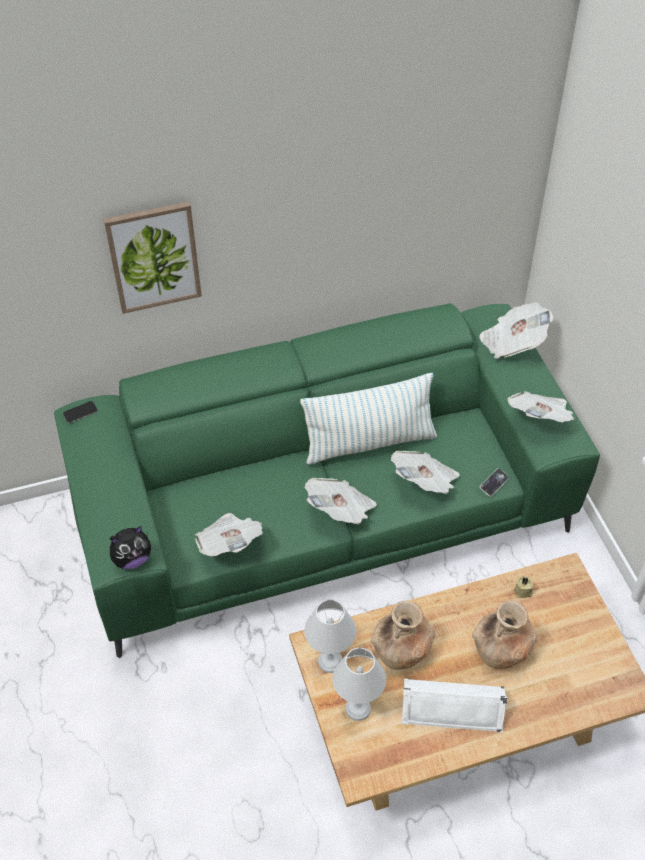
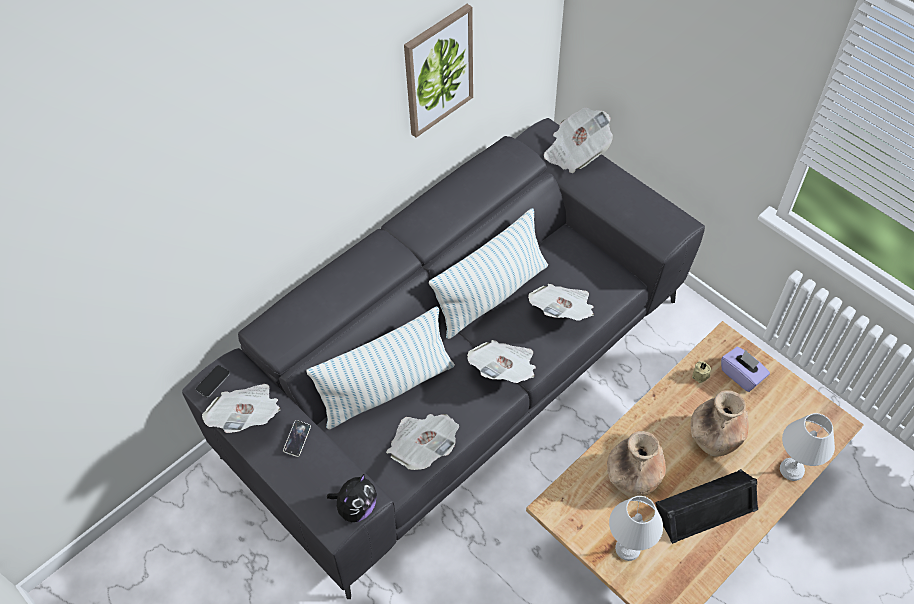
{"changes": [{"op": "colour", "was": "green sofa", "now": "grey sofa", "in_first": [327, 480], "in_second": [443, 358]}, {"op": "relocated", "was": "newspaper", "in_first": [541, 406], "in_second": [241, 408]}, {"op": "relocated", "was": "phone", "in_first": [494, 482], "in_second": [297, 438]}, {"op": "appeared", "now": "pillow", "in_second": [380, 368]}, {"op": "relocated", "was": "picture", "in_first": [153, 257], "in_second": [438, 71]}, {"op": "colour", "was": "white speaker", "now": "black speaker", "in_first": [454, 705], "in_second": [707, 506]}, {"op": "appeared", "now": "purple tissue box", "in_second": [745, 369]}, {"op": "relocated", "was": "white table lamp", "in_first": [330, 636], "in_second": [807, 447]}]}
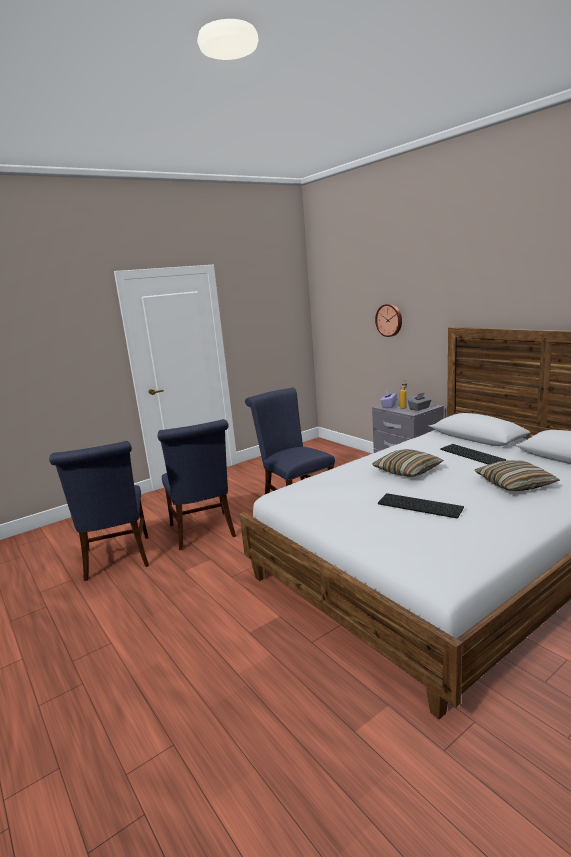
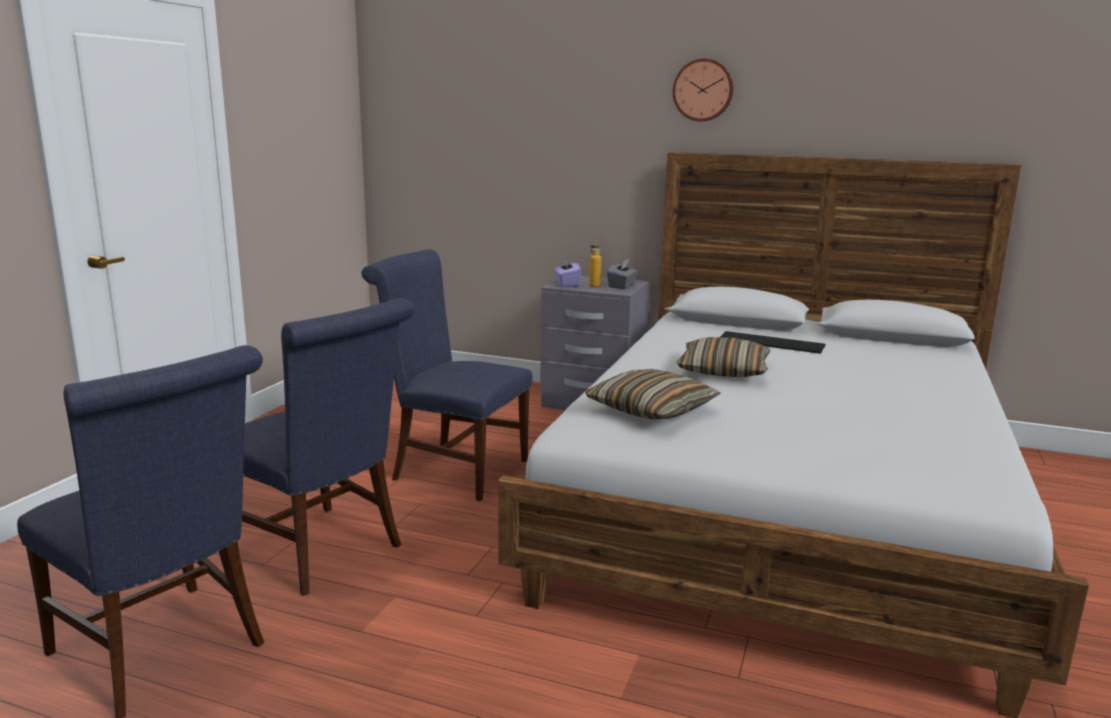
{"changes": [{"op": "relocated", "was": "pillow", "in_first": [517, 475], "in_second": [653, 394]}, {"op": "relocated", "was": "wall clock", "in_first": [388, 320], "in_second": [703, 89]}, {"op": "missing", "was": "keyboard", "in_first": [421, 505]}]}
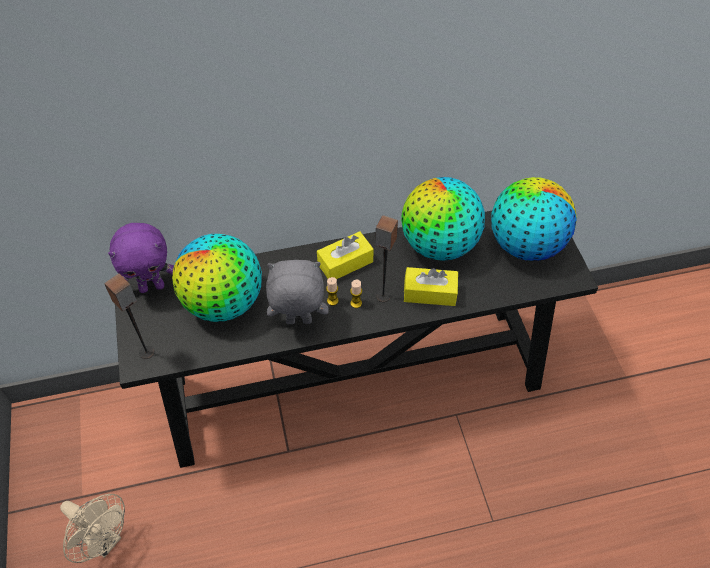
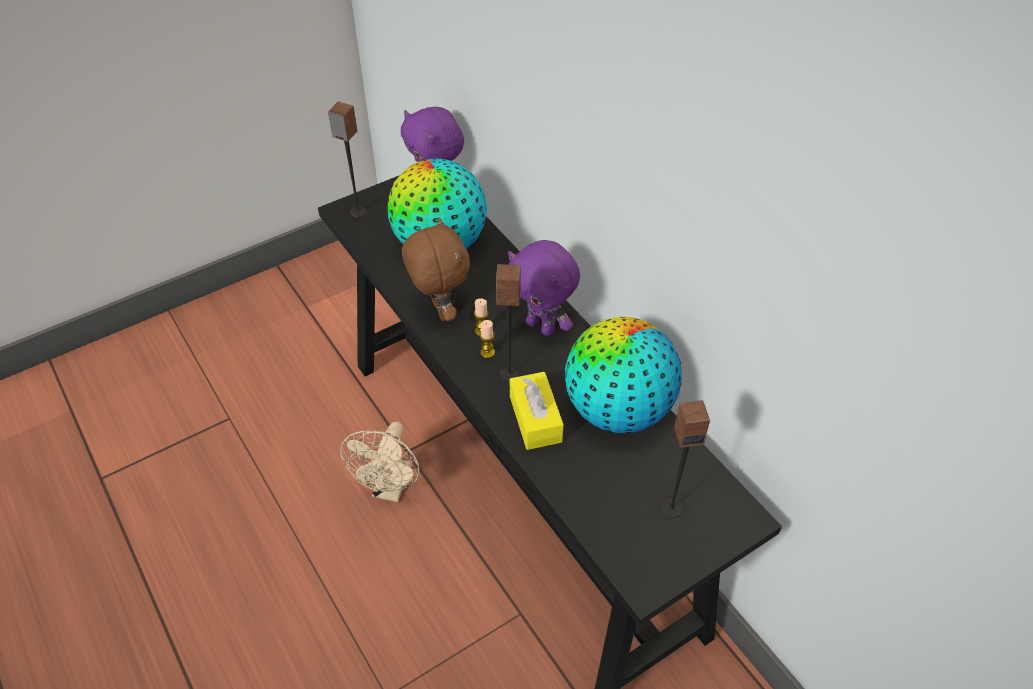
{"changes": [{"op": "relocated", "was": "beige fan", "in_first": [92, 528], "in_second": [380, 462]}, {"op": "colour", "was": "grey plush toy", "now": "brown plush toy", "in_first": [297, 292], "in_second": [436, 269]}, {"op": "exchanged", "was": "yellow tissue box", "now": "purple plush toy", "in_first": [345, 255], "in_second": [544, 288]}, {"op": "exchanged", "was": "globe", "now": "speaker", "in_first": [534, 219], "in_second": [685, 459]}]}
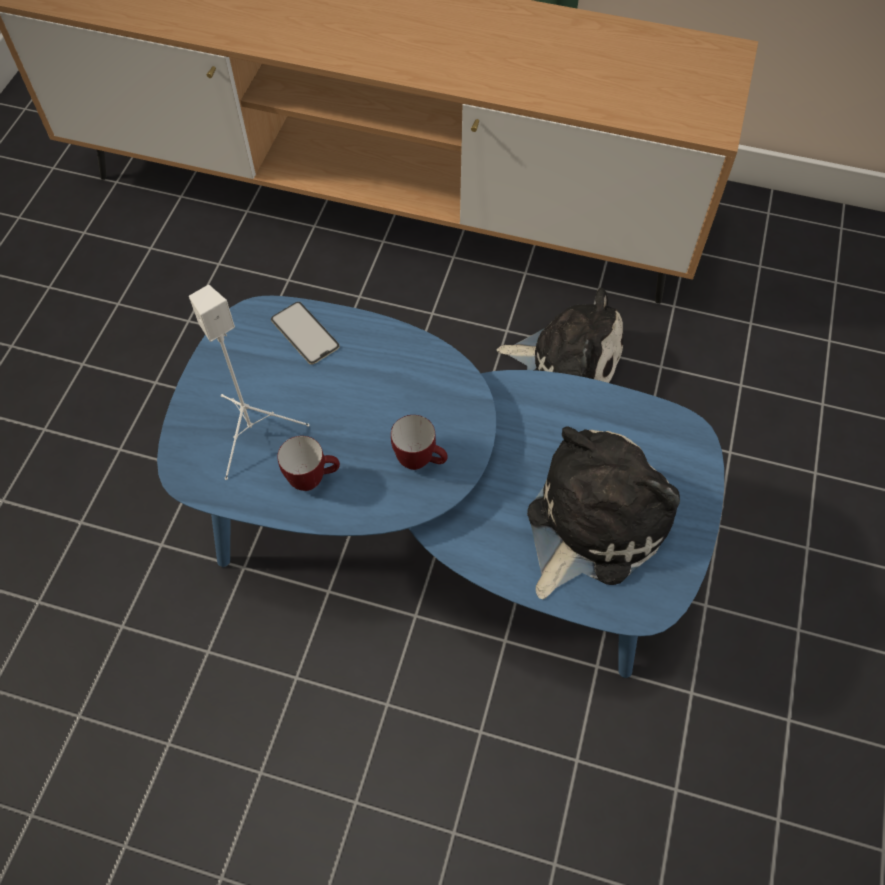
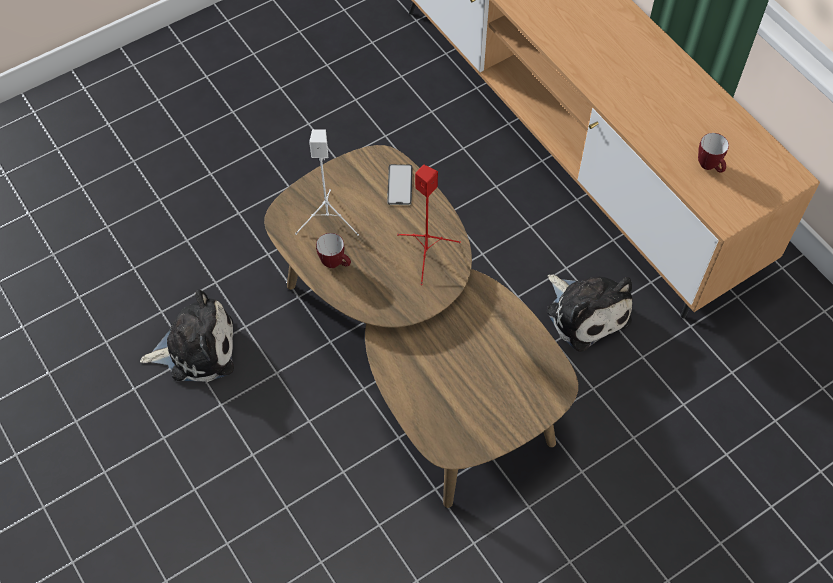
{"changes": [{"op": "relocated", "was": "plush toy", "in_first": [603, 513], "in_second": [187, 335]}, {"op": "colour", "was": "blue coffee table", "now": "brown coffee table", "in_first": [440, 487], "in_second": [421, 326]}, {"op": "appeared", "now": "red speaker", "in_second": [429, 225]}, {"op": "relocated", "was": "mug", "in_first": [419, 442], "in_second": [713, 153]}]}
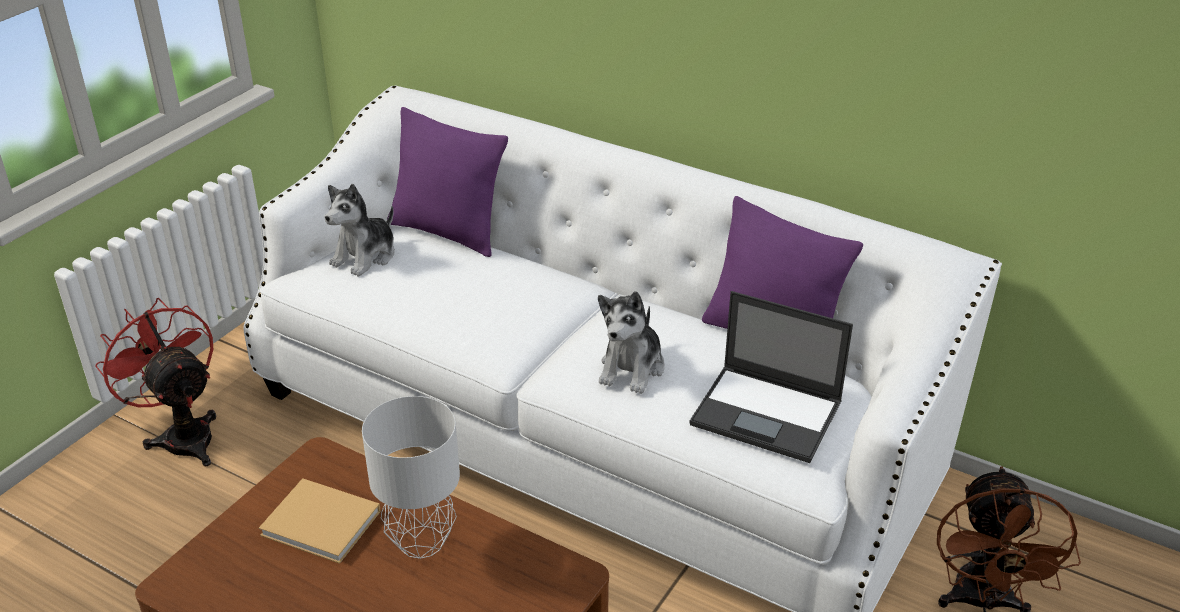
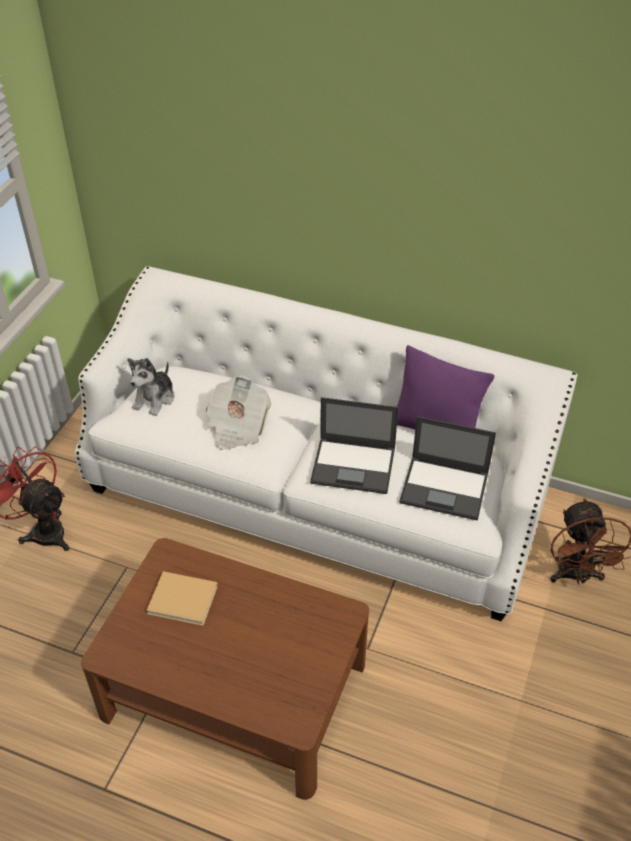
{"changes": [{"op": "appeared", "now": "newspaper", "in_second": [238, 412]}, {"op": "exchanged", "was": "plush toy", "now": "laptop", "in_first": [631, 342], "in_second": [354, 445]}, {"op": "missing", "was": "grey table lamp", "in_first": [411, 477]}, {"op": "missing", "was": "purple pillow", "in_first": [447, 182]}]}
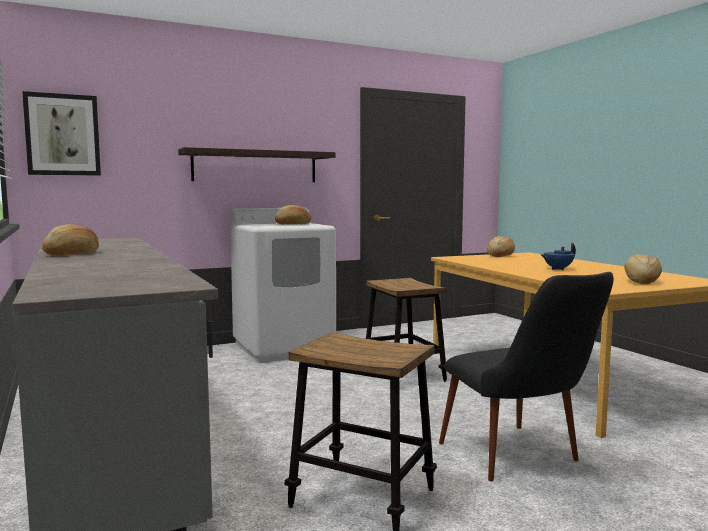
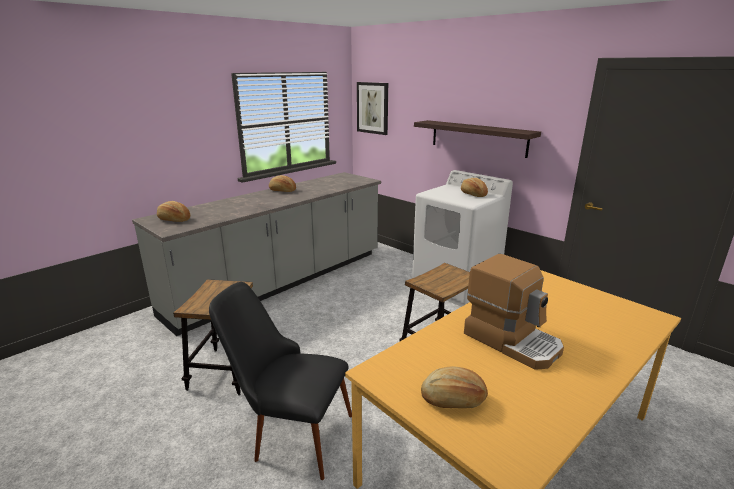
{"changes": [{"op": "relocated", "was": "bread", "in_first": [501, 246], "in_second": [173, 211]}, {"op": "spun", "was": "black chair", "in_first": [526, 377], "in_second": [280, 381], "clockwise": 60}, {"op": "exchanged", "was": "blue teapot", "now": "coffee machine", "in_first": [558, 256], "in_second": [514, 312]}]}
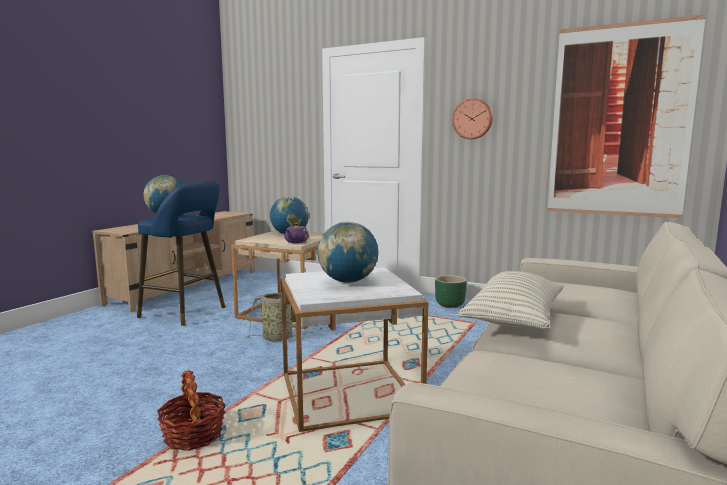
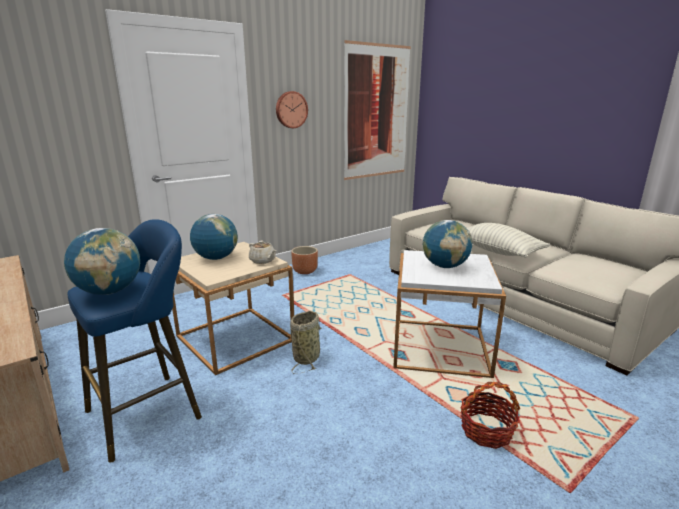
{"changes": [{"op": "colour", "was": "purple teapot", "now": "beige teapot", "in_first": [296, 233], "in_second": [262, 252]}, {"op": "colour", "was": "green planter", "now": "brown planter", "in_first": [451, 291], "in_second": [304, 260]}]}
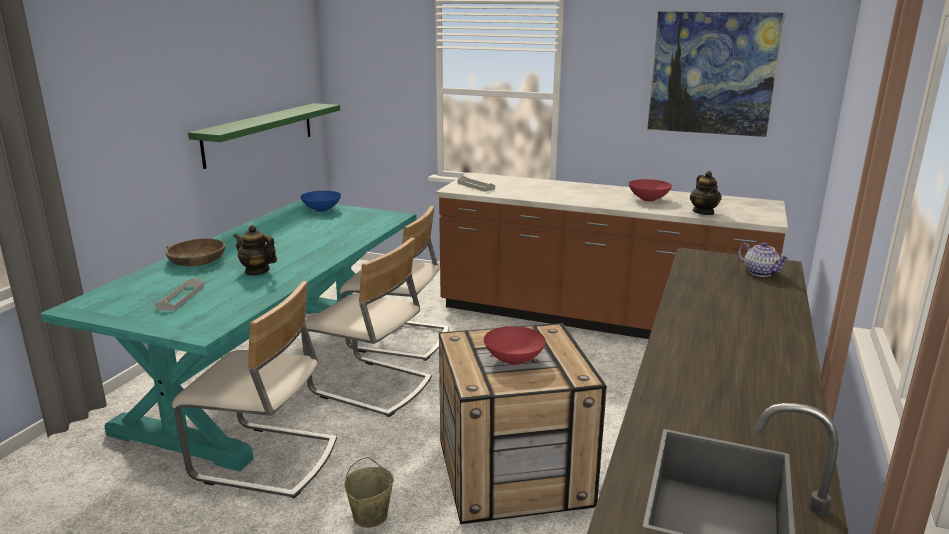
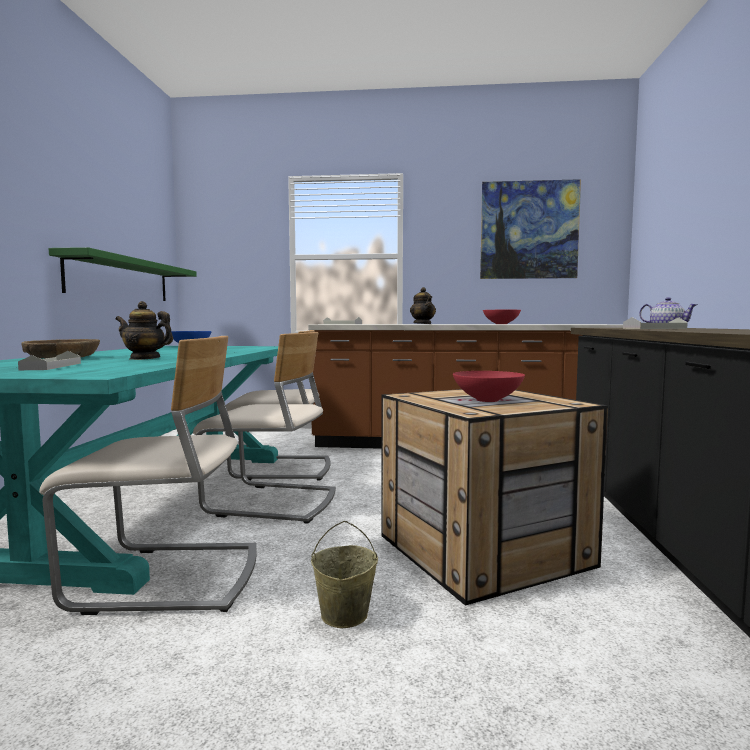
{"changes": [{"op": "relocated", "was": "teapot", "in_first": [706, 193], "in_second": [423, 305]}, {"op": "appeared", "now": "grey tray", "in_second": [655, 323]}]}
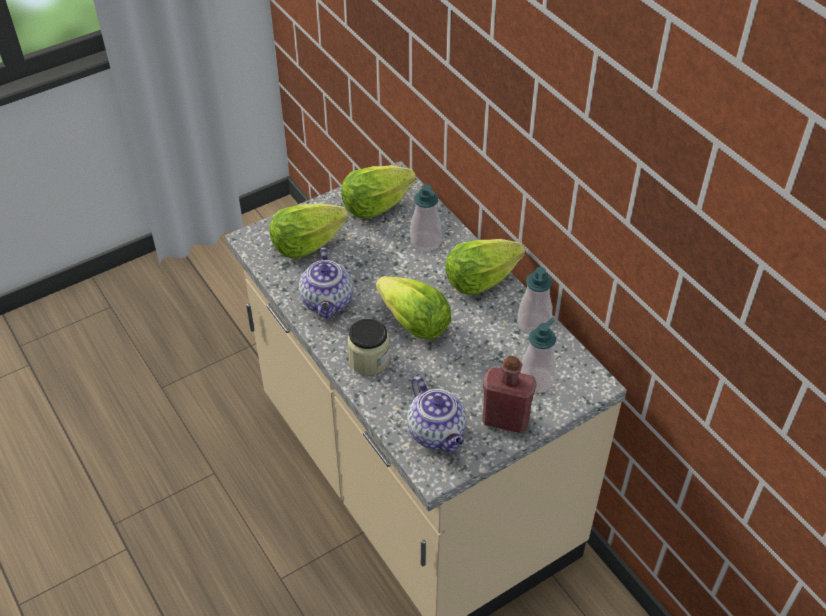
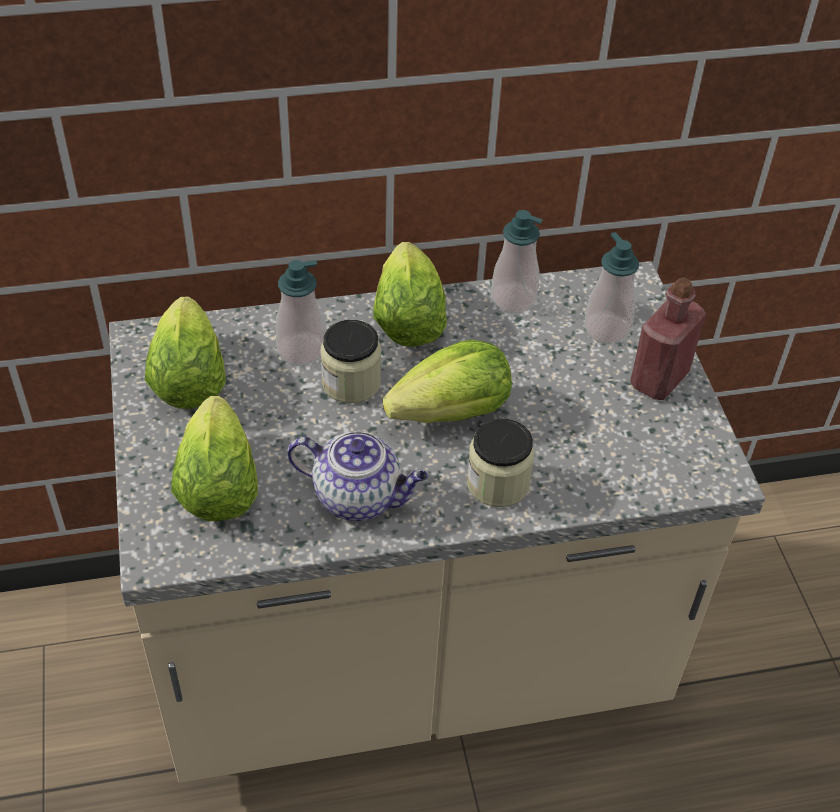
{"changes": [{"op": "appeared", "now": "jar", "in_second": [350, 361]}, {"op": "missing", "was": "teapot", "in_first": [437, 414]}]}
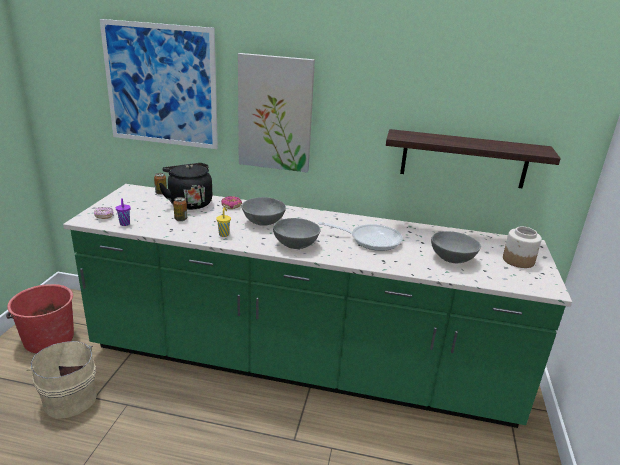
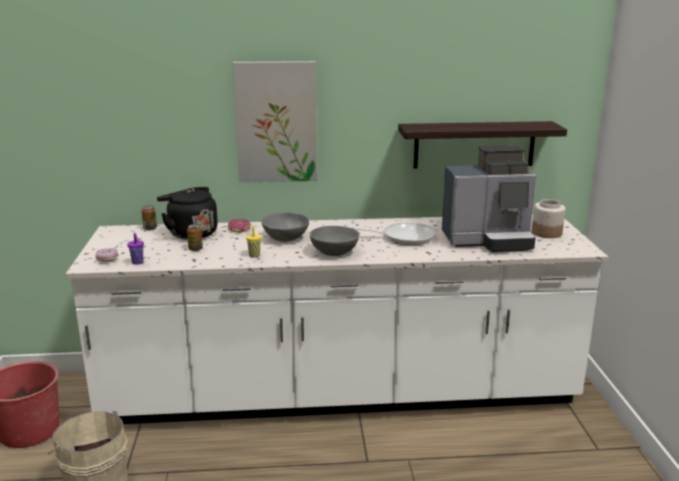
{"changes": [{"op": "colour", "was": "green counter", "now": "white counter", "in_first": [317, 306], "in_second": [337, 319]}, {"op": "exchanged", "was": "grey bowl", "now": "coffee machine", "in_first": [456, 247], "in_second": [489, 198]}, {"op": "missing", "was": "picture", "in_first": [158, 84]}]}
